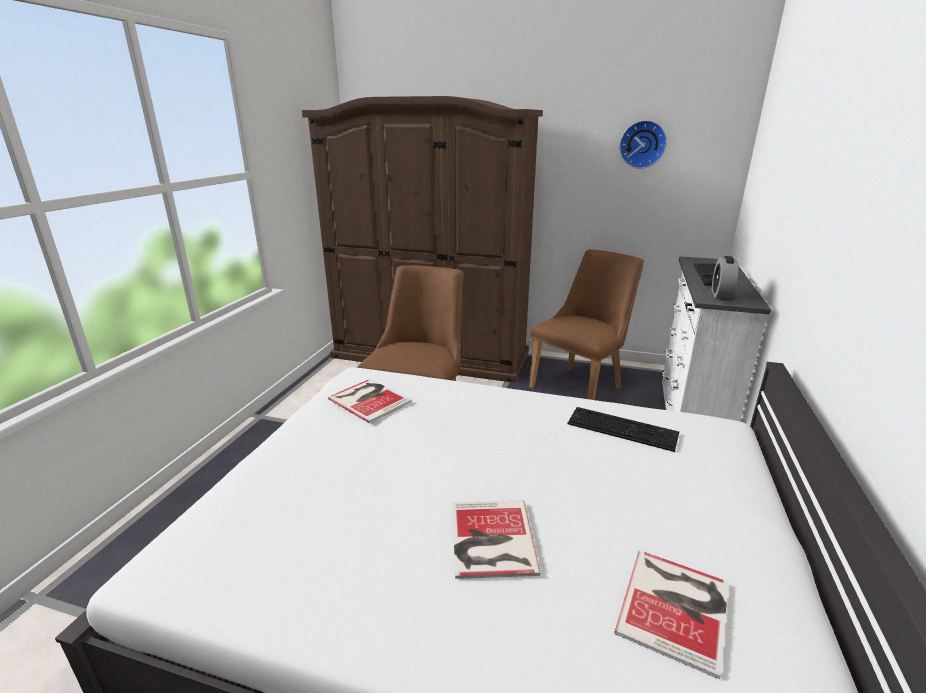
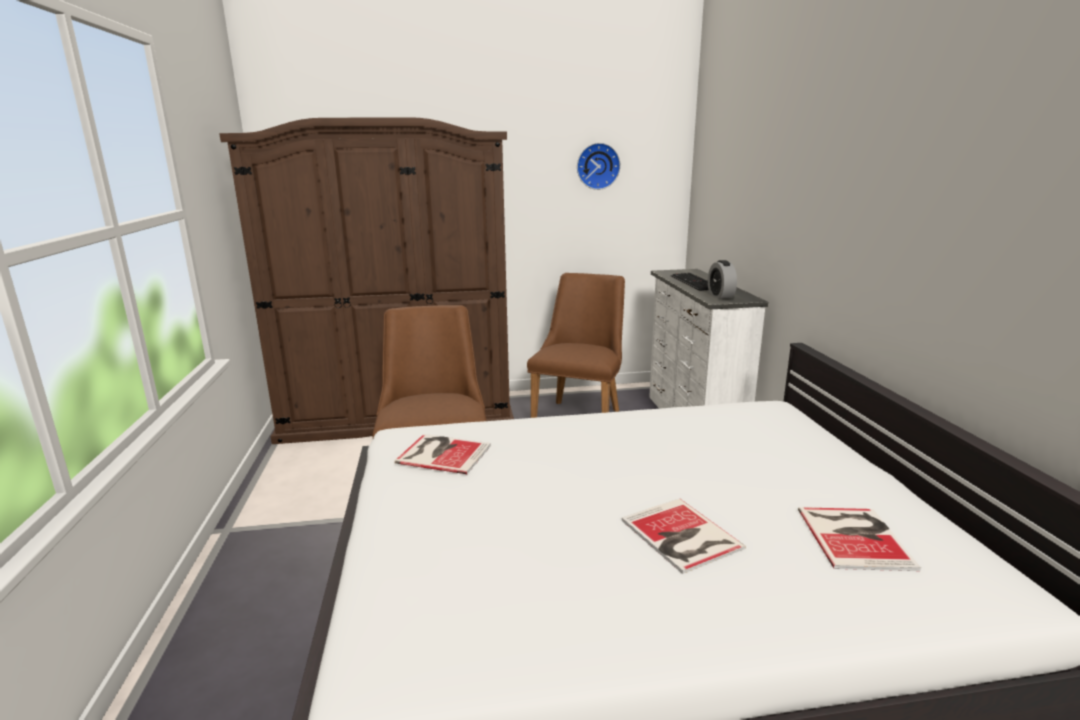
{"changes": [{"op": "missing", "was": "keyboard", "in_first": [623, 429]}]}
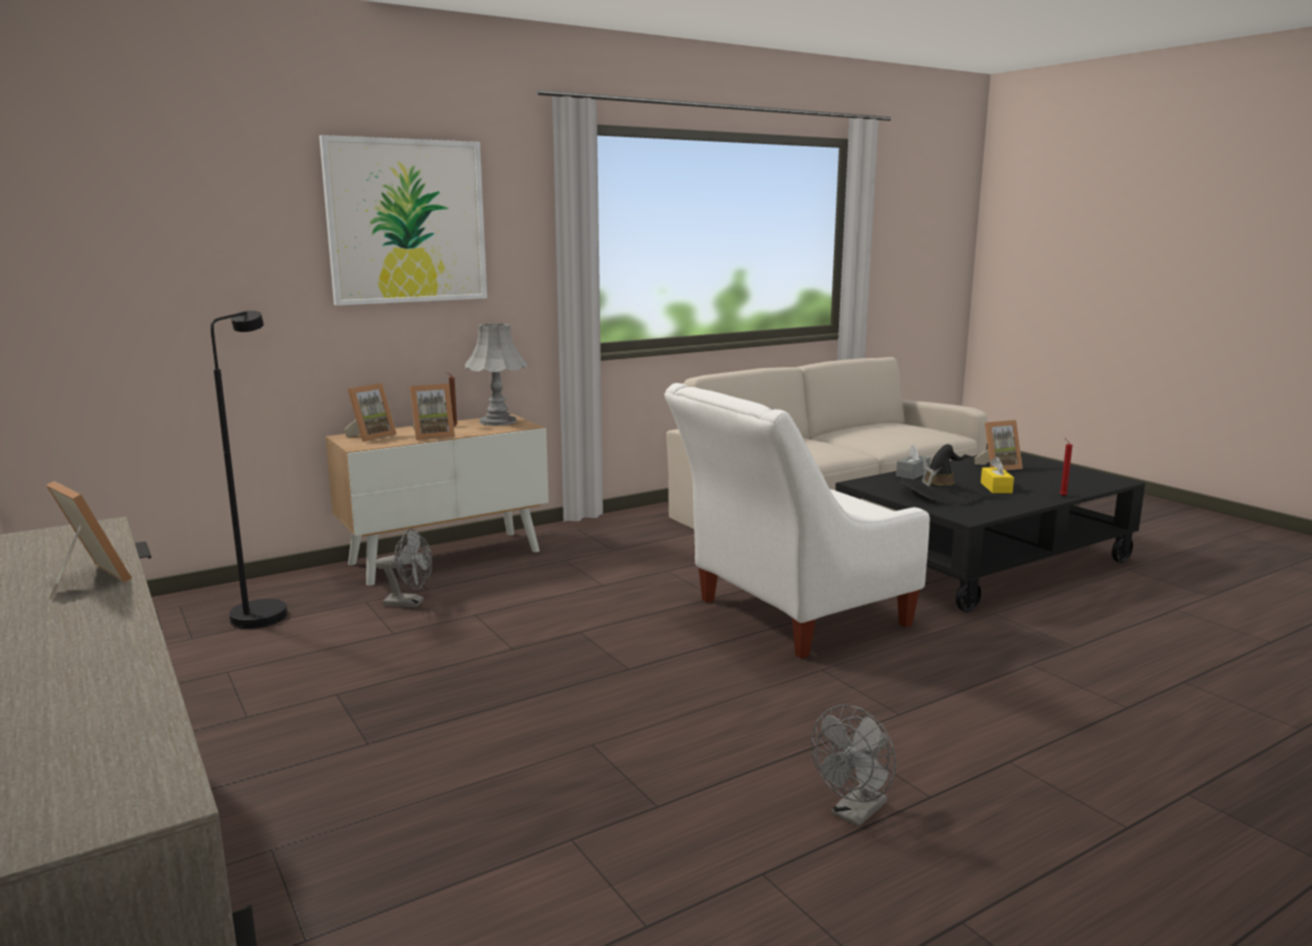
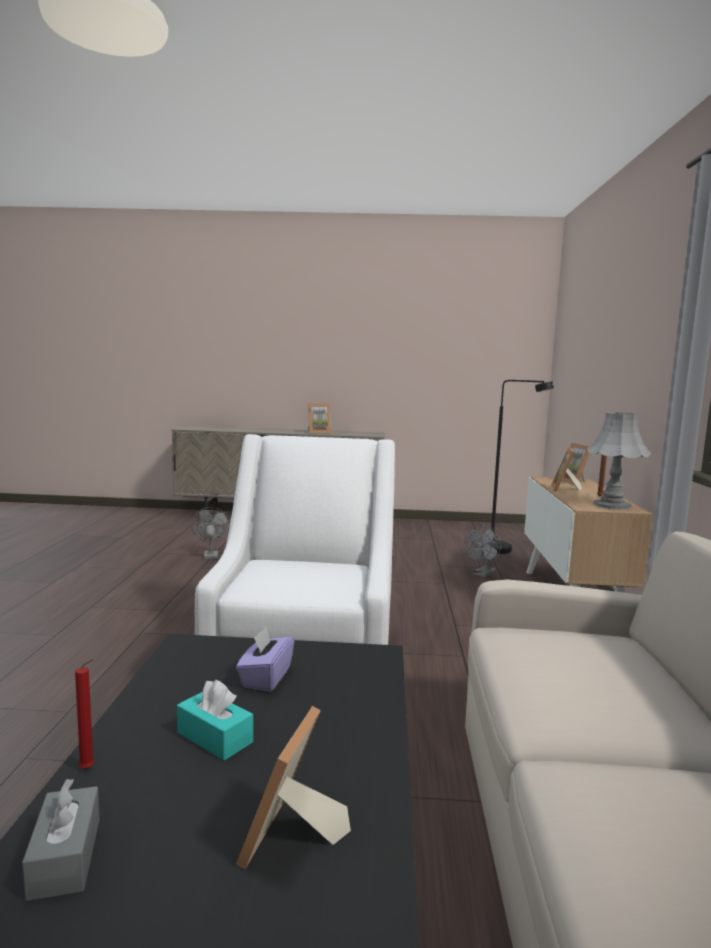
{"changes": [{"op": "relocated", "was": "grey tissue box", "in_first": [913, 461], "in_second": [61, 840]}, {"op": "colour", "was": "yellow tissue box", "now": "turquoise tissue box", "in_first": [997, 475], "in_second": [215, 720]}, {"op": "relocated", "was": "grey fan", "in_first": [853, 766], "in_second": [210, 533]}, {"op": "exchanged", "was": "black hat", "now": "purple tissue box", "in_first": [941, 474], "in_second": [265, 659]}, {"op": "missing", "was": "picture", "in_first": [403, 220]}]}
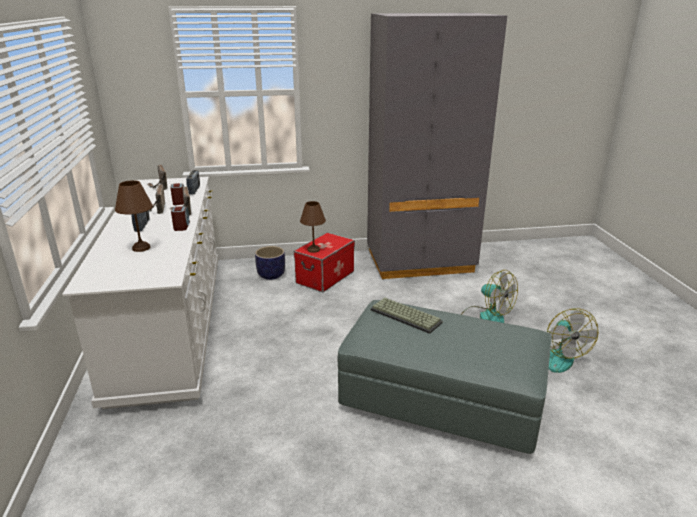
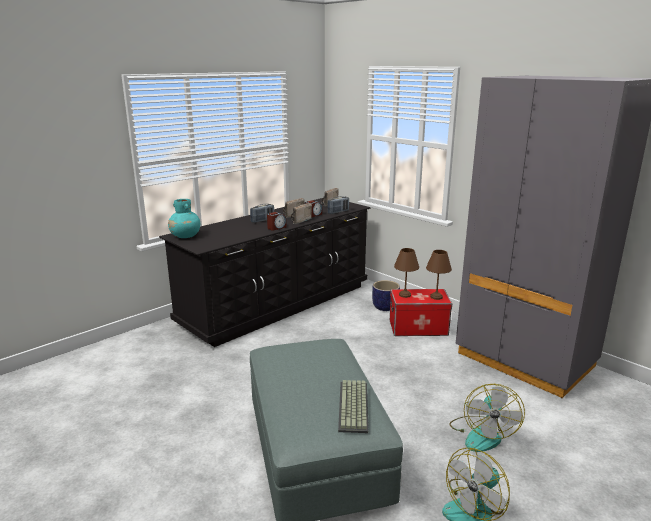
{"changes": [{"op": "colour", "was": "white dresser", "now": "black dresser", "in_first": [140, 293], "in_second": [265, 272]}, {"op": "appeared", "now": "turquoise vase", "in_second": [184, 218]}, {"op": "relocated", "was": "keyboard", "in_first": [406, 316], "in_second": [353, 406]}, {"op": "relocated", "was": "brown table lamp", "in_first": [134, 216], "in_second": [439, 275]}]}
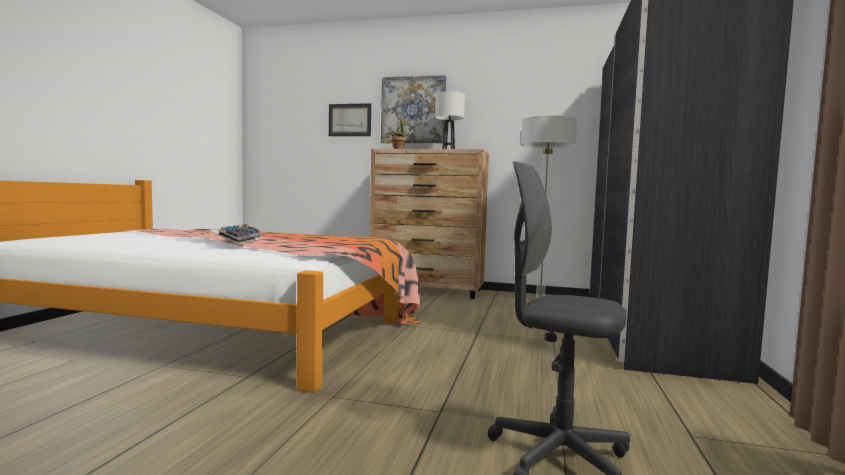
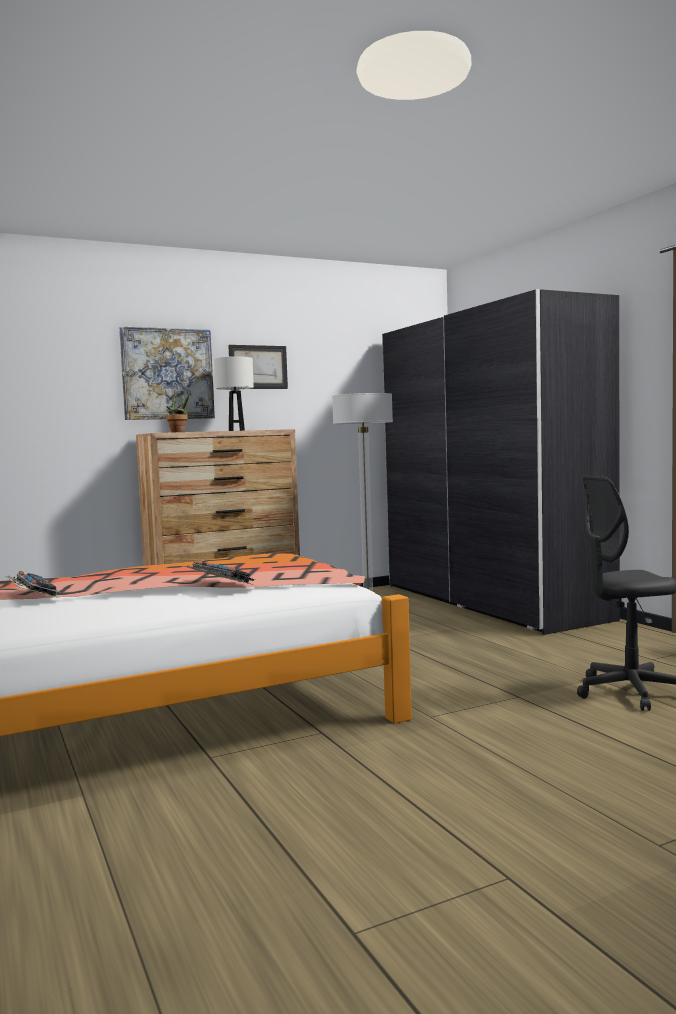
{"changes": [{"op": "appeared", "now": "keyboard", "in_second": [33, 584]}, {"op": "relocated", "was": "picture", "in_first": [350, 119], "in_second": [258, 367]}]}
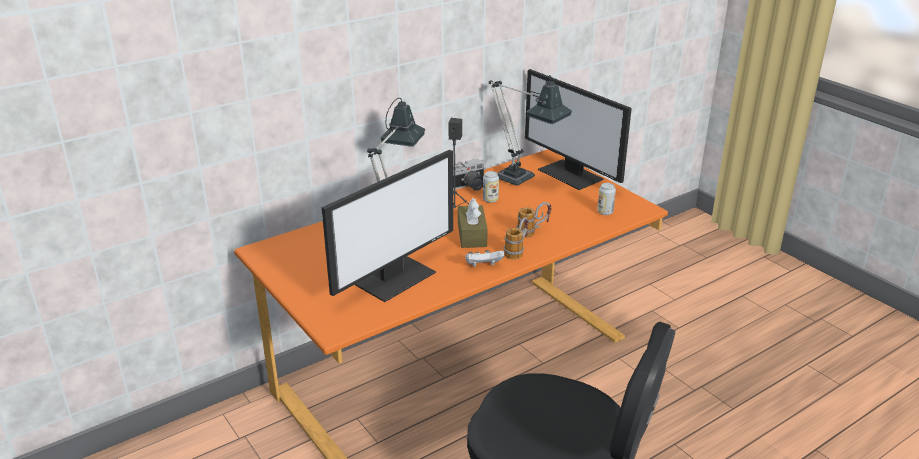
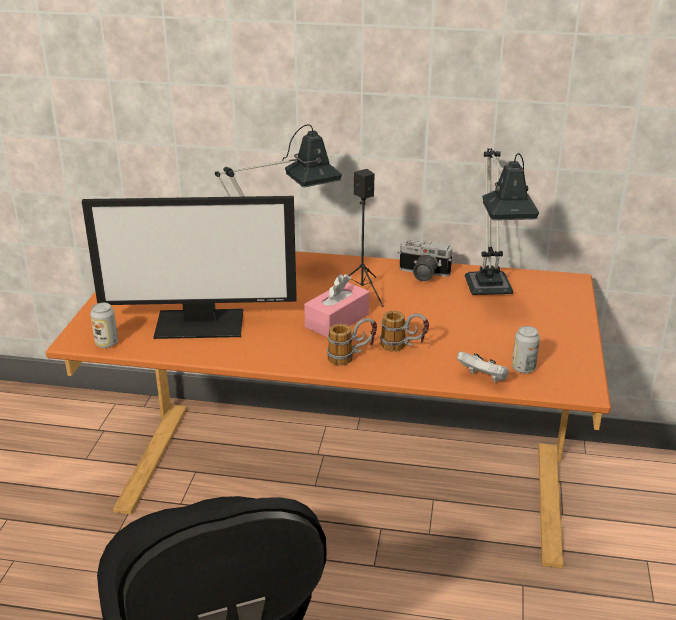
{"changes": [{"op": "relocated", "was": "can", "in_first": [491, 187], "in_second": [104, 325]}, {"op": "colour", "was": "brown tissue box", "now": "pink tissue box", "in_first": [473, 223], "in_second": [337, 306]}, {"op": "relocated", "was": "white game controller", "in_first": [484, 258], "in_second": [483, 366]}, {"op": "missing", "was": "monitor", "in_first": [578, 129]}]}
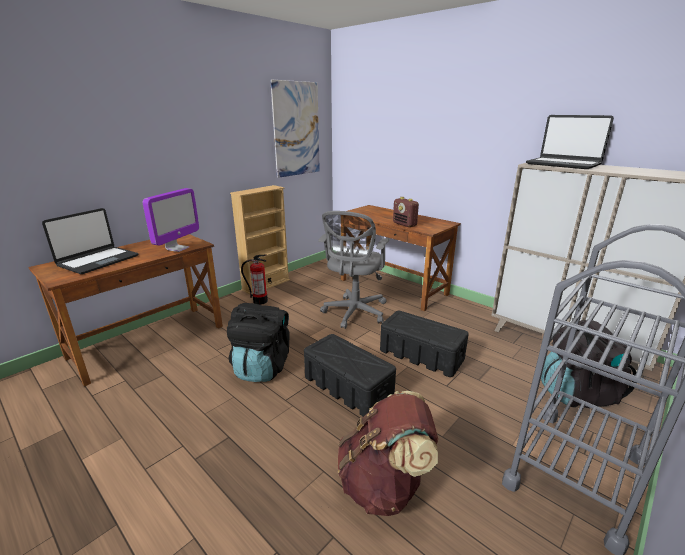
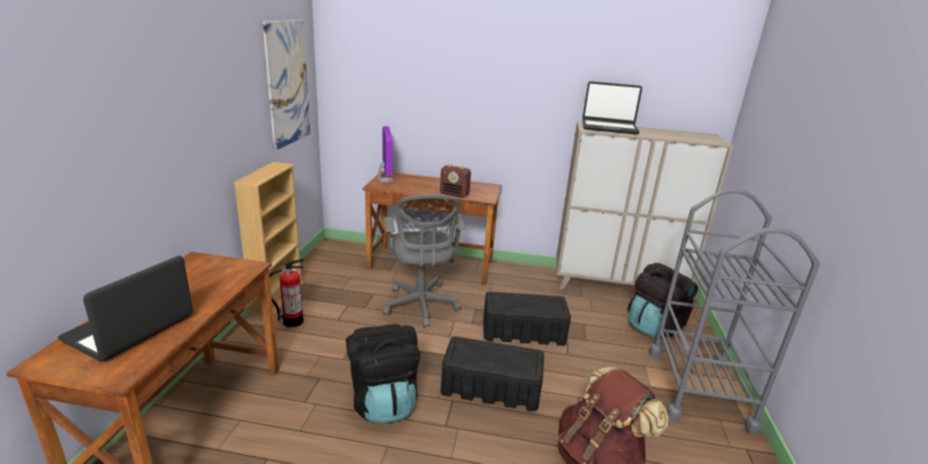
{"changes": [{"op": "spun", "was": "laptop", "in_first": [90, 241], "in_second": [125, 309], "clockwise": -150}, {"op": "relocated", "was": "monitor", "in_first": [171, 220], "in_second": [386, 154]}]}
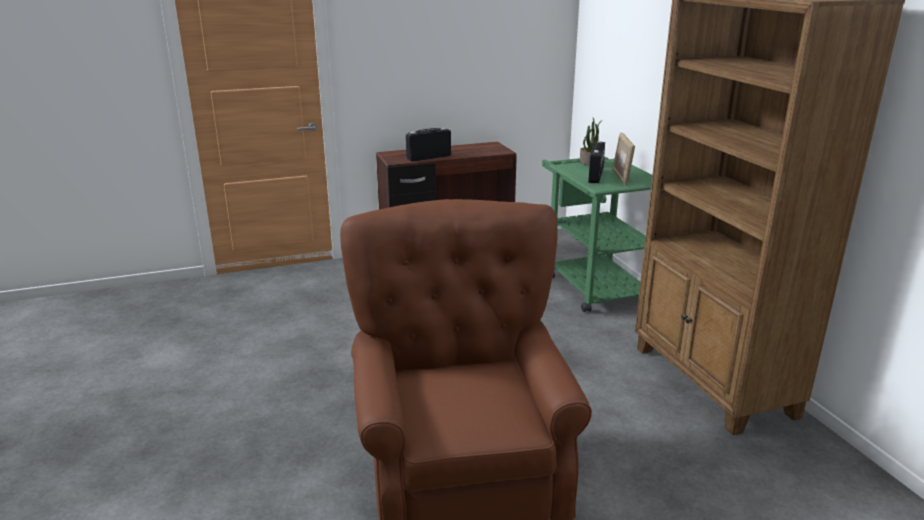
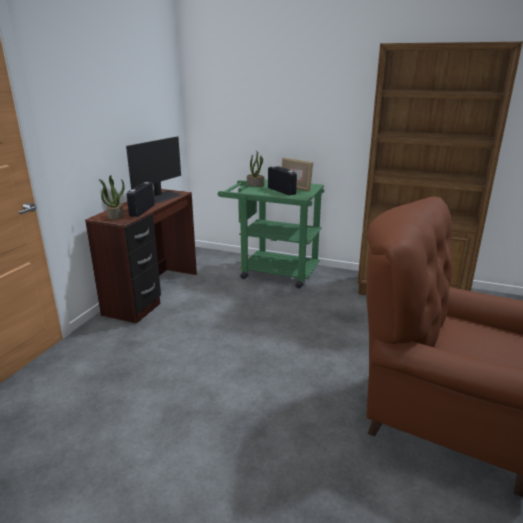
{"changes": [{"op": "appeared", "now": "potted plant", "in_second": [112, 197]}, {"op": "appeared", "now": "monitor", "in_second": [153, 170]}]}
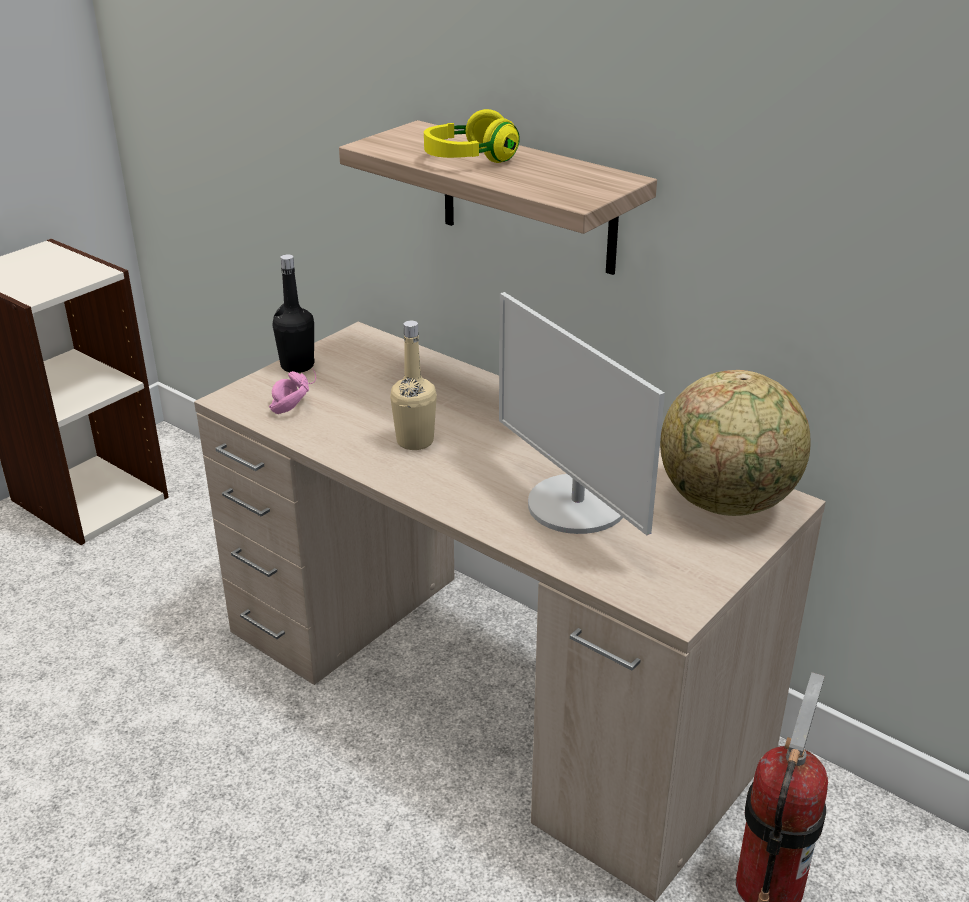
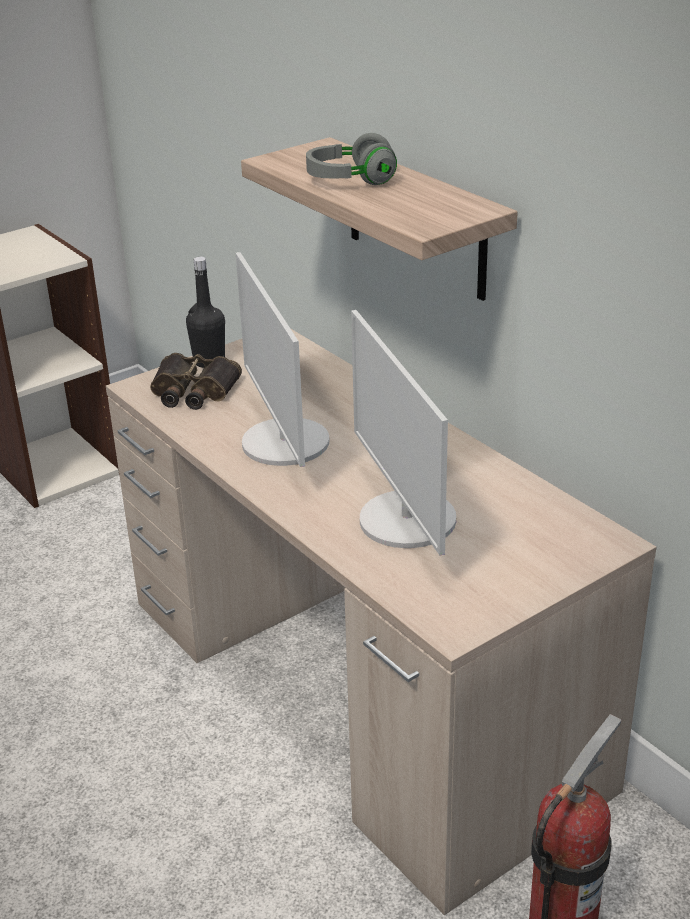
{"changes": [{"op": "exchanged", "was": "pink headphones", "now": "binoculars", "in_first": [292, 391], "in_second": [196, 381]}, {"op": "exchanged", "was": "beige bottle", "now": "monitor", "in_first": [413, 385], "in_second": [282, 359]}, {"op": "colour", "was": "yellow headphones", "now": "grey headphones", "in_first": [471, 136], "in_second": [351, 159]}, {"op": "missing", "was": "globe", "in_first": [735, 443]}]}
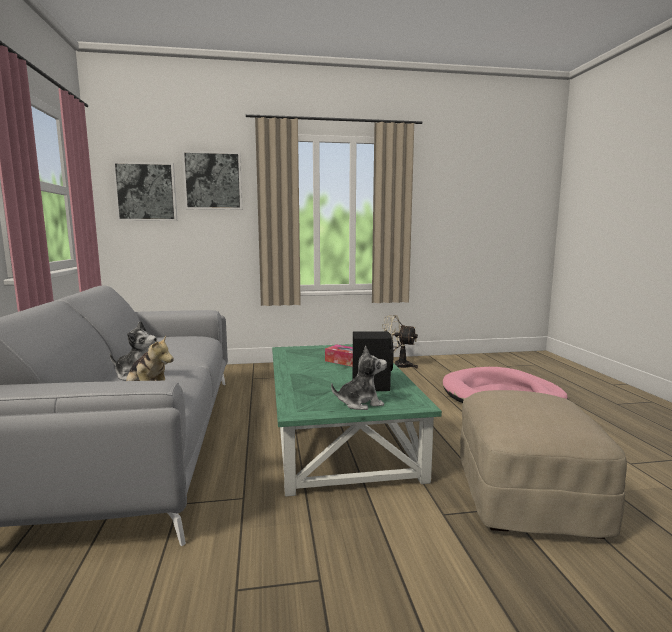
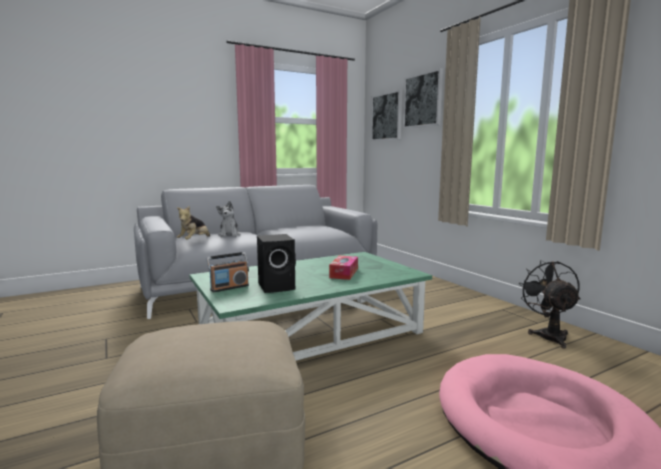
{"changes": [{"op": "exchanged", "was": "plush toy", "now": "radio", "in_first": [359, 378], "in_second": [227, 272]}, {"op": "colour", "was": "beige fan", "now": "black fan", "in_first": [400, 341], "in_second": [549, 304]}]}
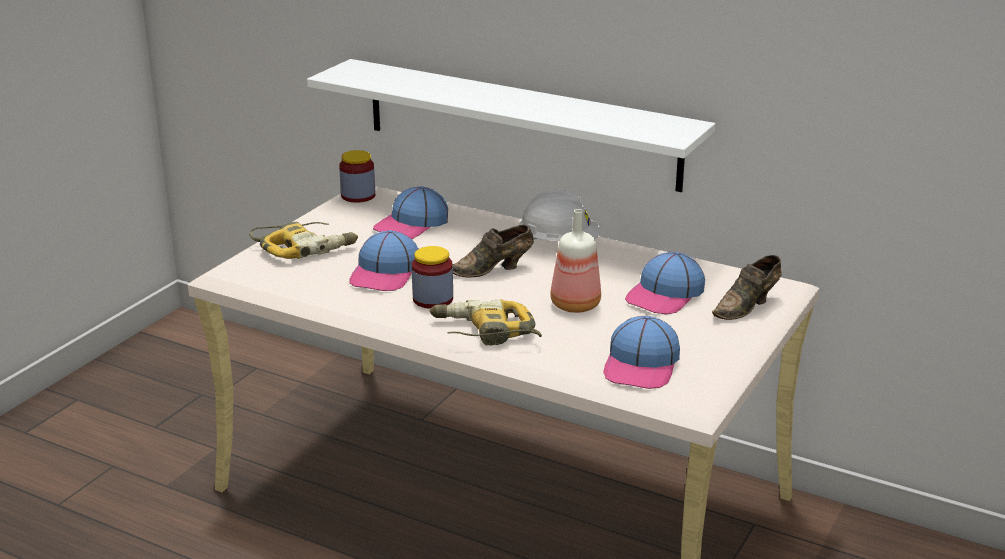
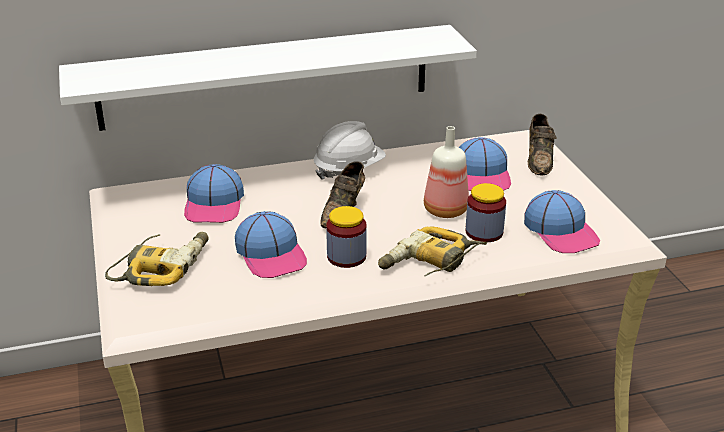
{"changes": [{"op": "relocated", "was": "jar", "in_first": [357, 176], "in_second": [486, 212]}]}
